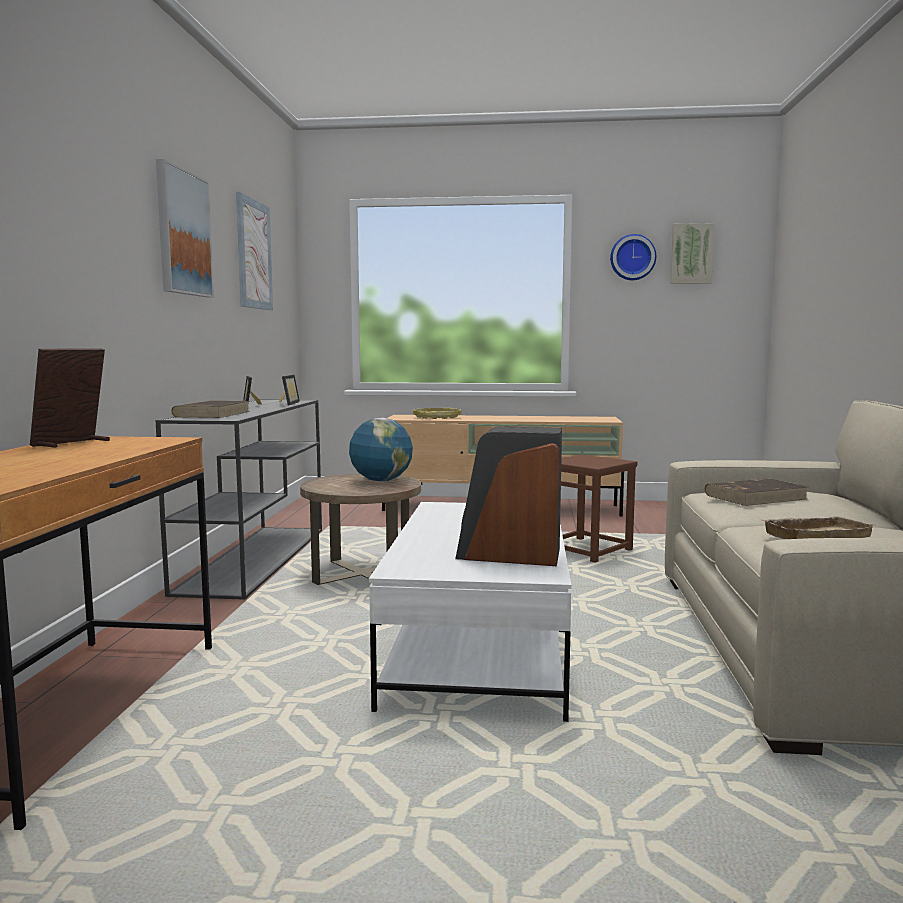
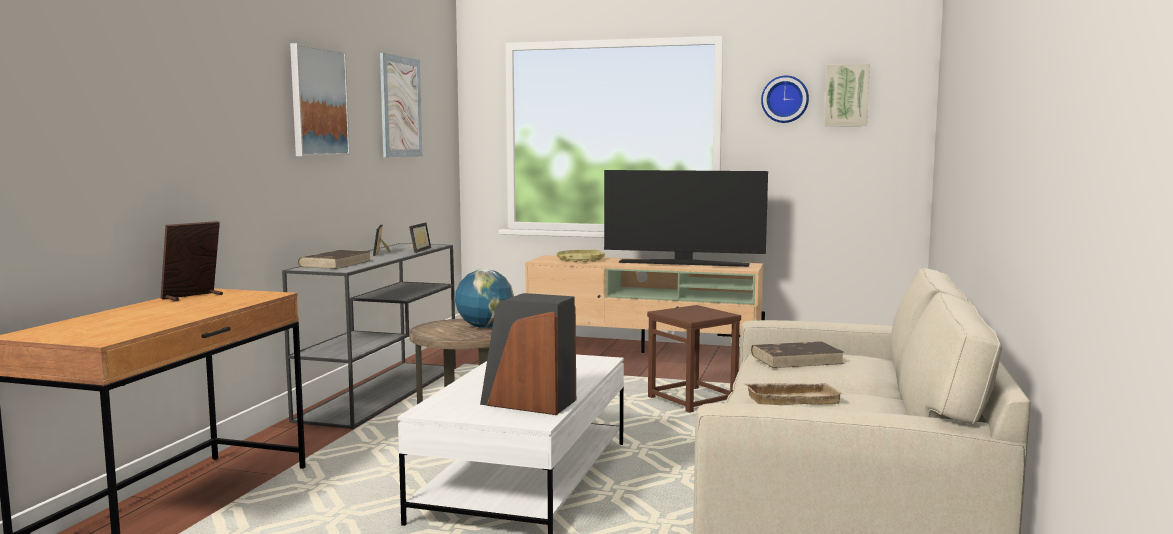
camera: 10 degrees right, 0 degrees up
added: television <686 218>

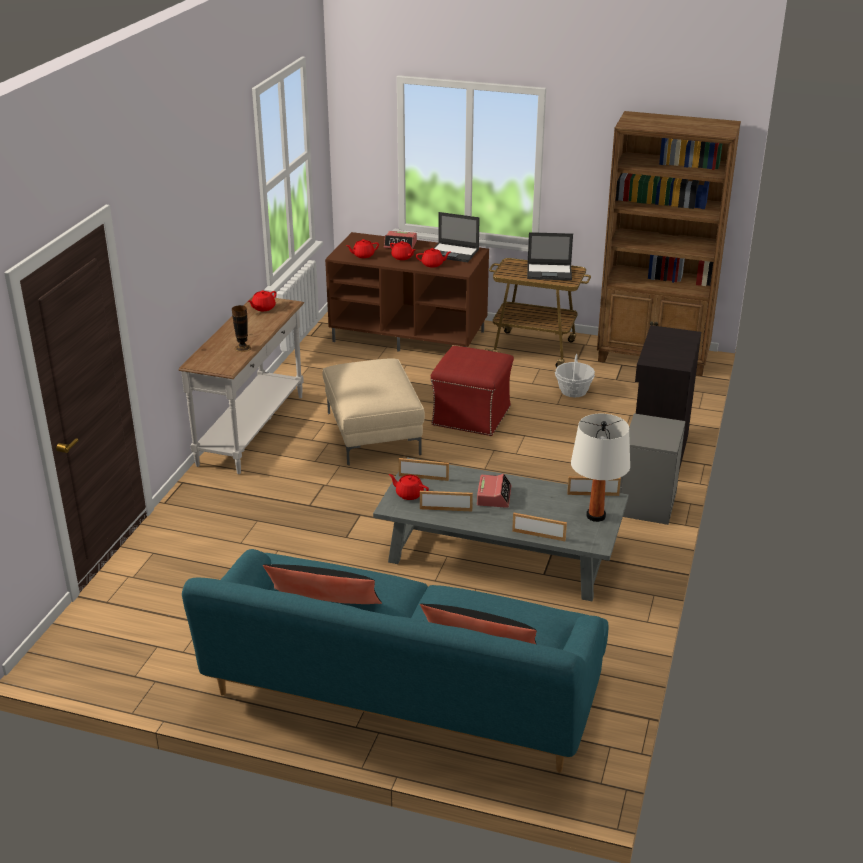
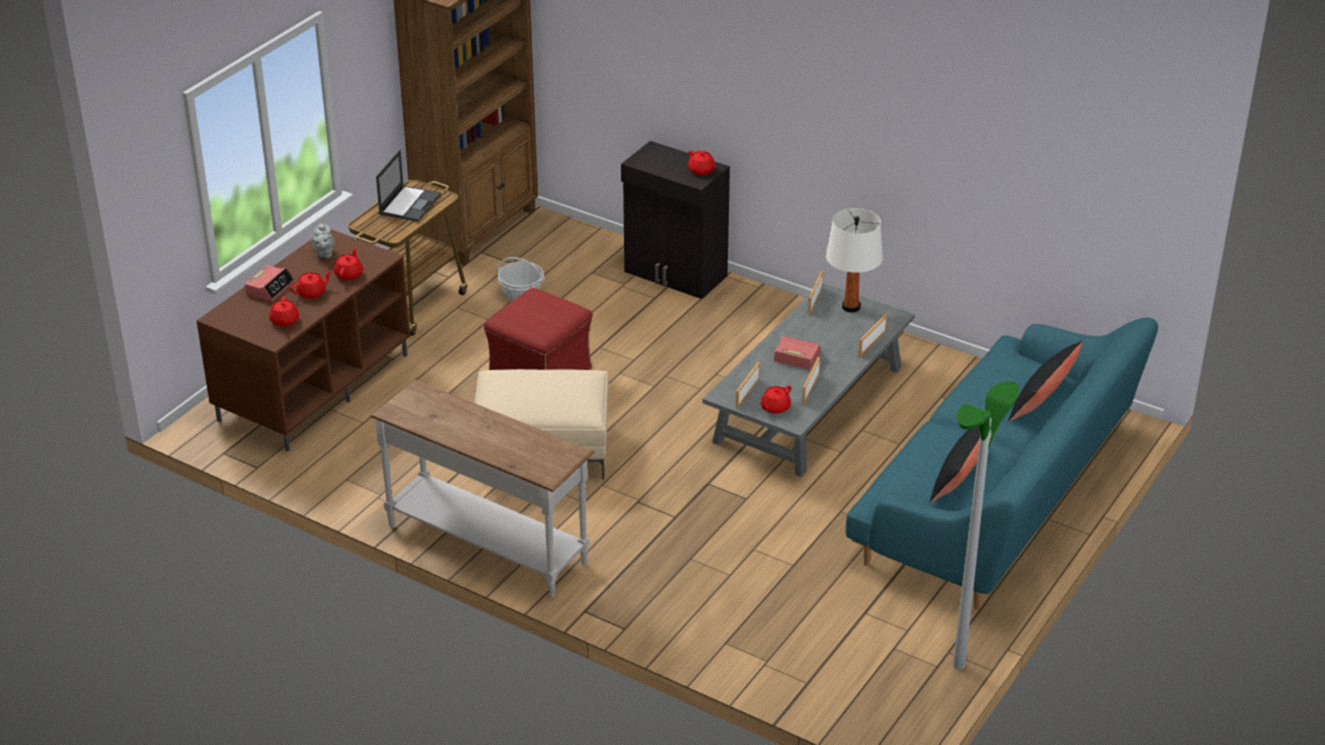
camera: 75 degrees left, 5 degrees up
removed: vase <241 328>; grey nightstand <652 469>
added: floor lamp <986 525>
moved: red teapot <262 300> to <702 162>
replaced: laptop <457 237> to grey teapot <322 240>

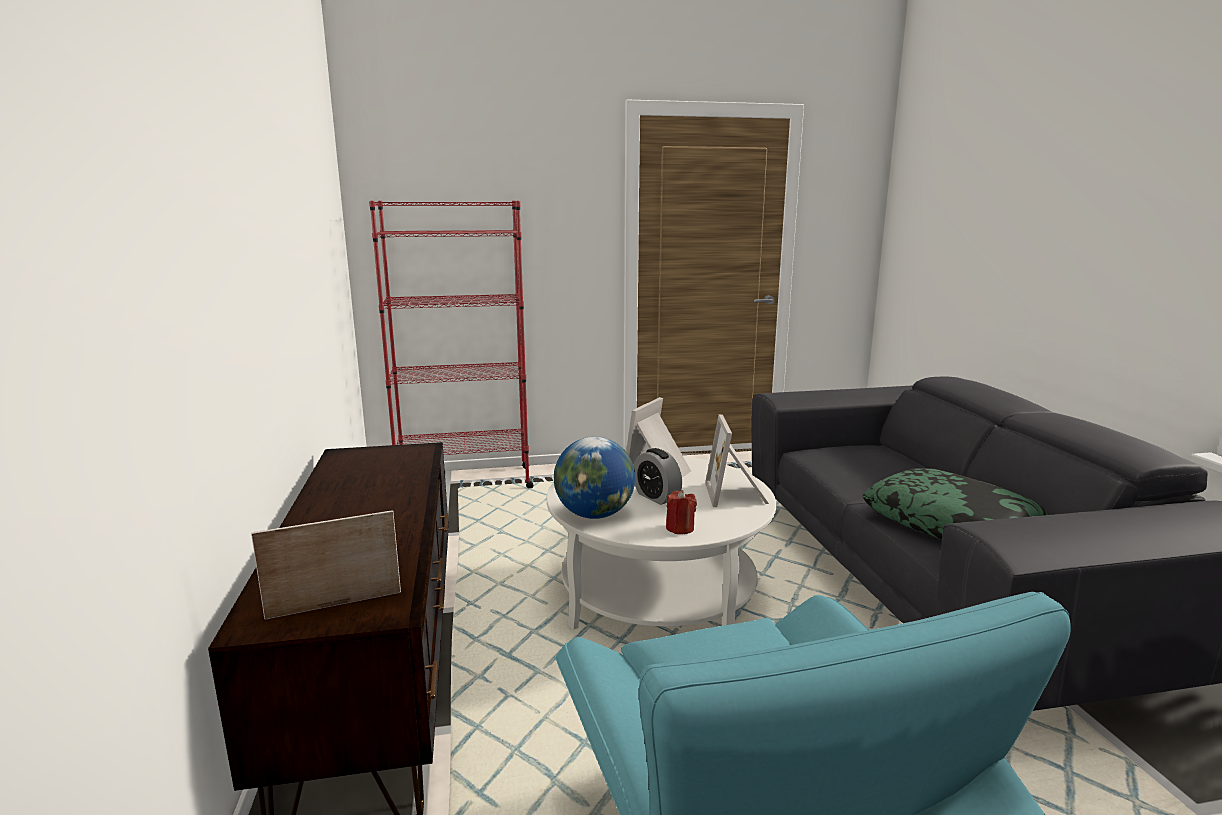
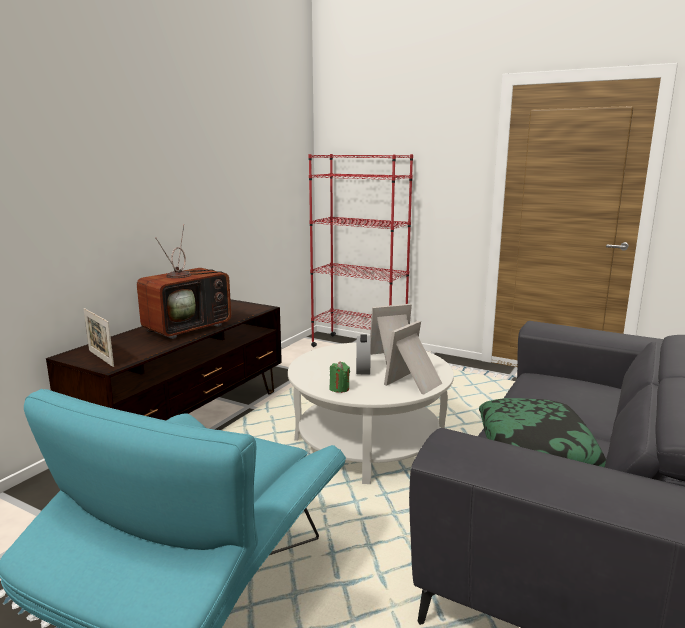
camera: 40 degrees right, 0 degrees up
removed: globe <594 478>
added: television <184 281>
recoloured: red candle <681 512> to green candle <339 377>
turned: picture frame <326 565> = <99 337> 150 degrees counterclockwise

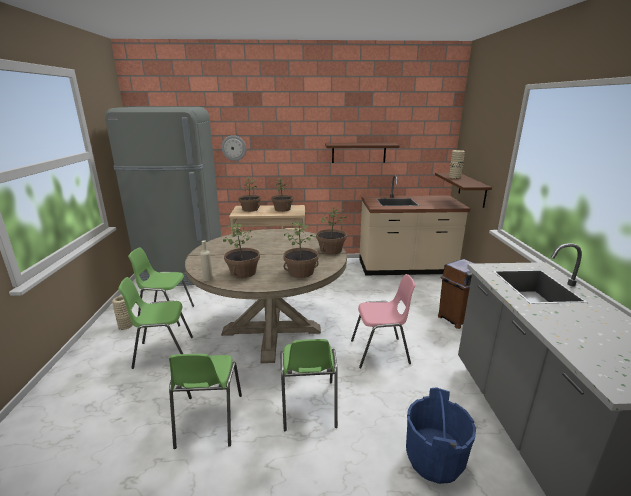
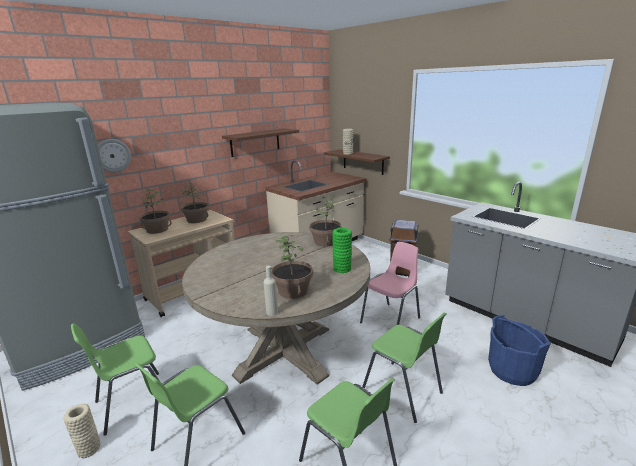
camera: 40 degrees left, 0 degrees up
replaced: potted plant <301 250> to green vase <342 250>

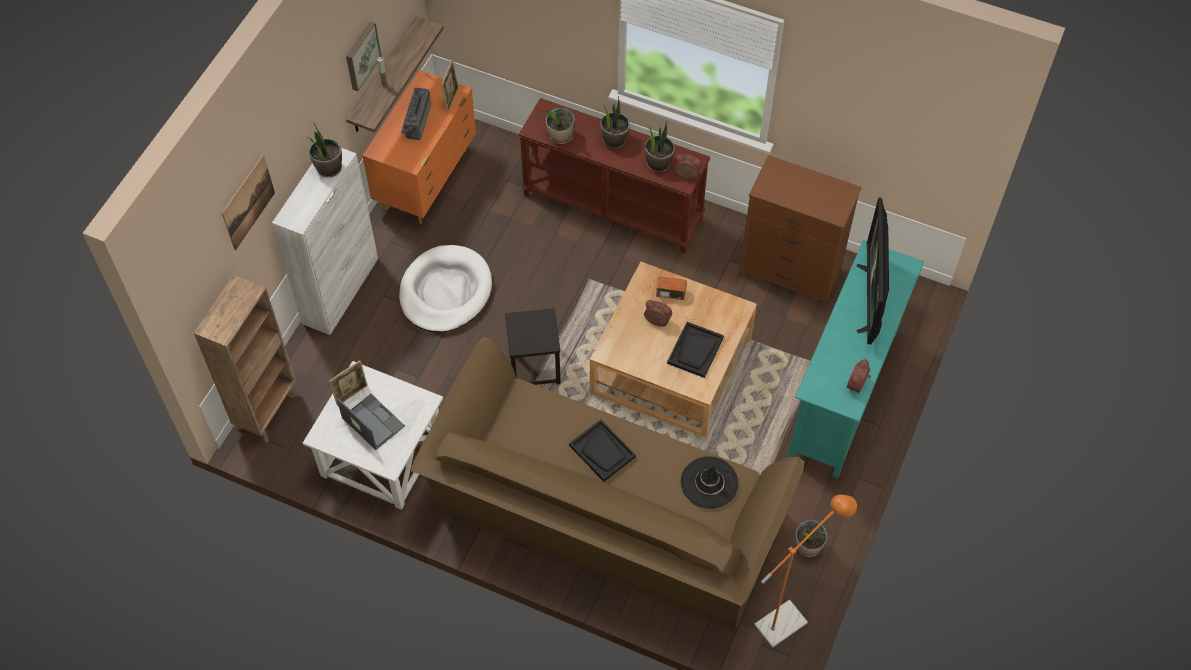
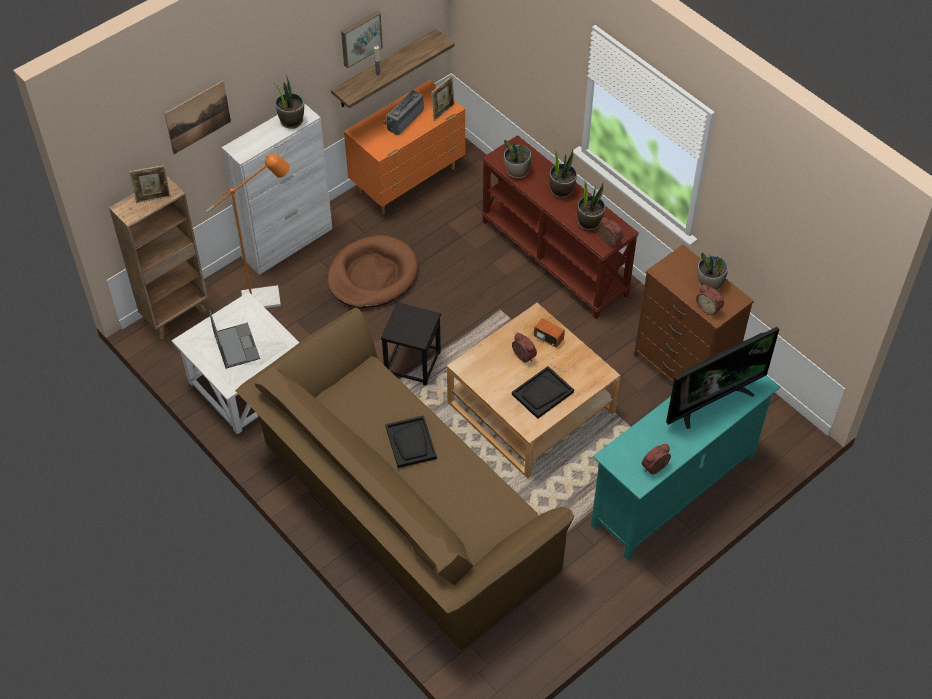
camera: 25 degrees right, 5 degrees down
removed: black hat <710 482>
added: alarm clock <710 300>
moved: picture frame <348 383> to <150 184>; orange floor lamp <805 571> to <248 230>; potted plant <811 538> to <712 272>
recoloured: white dog bed <445 289> to brown dog bed <372 271>
turned: television <872 270> = <722 378> 150 degrees counterclockwise

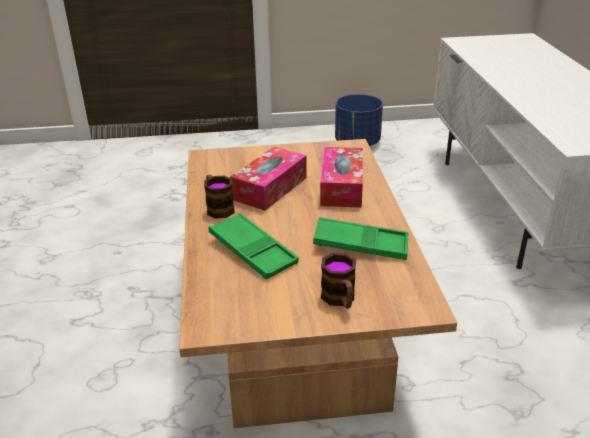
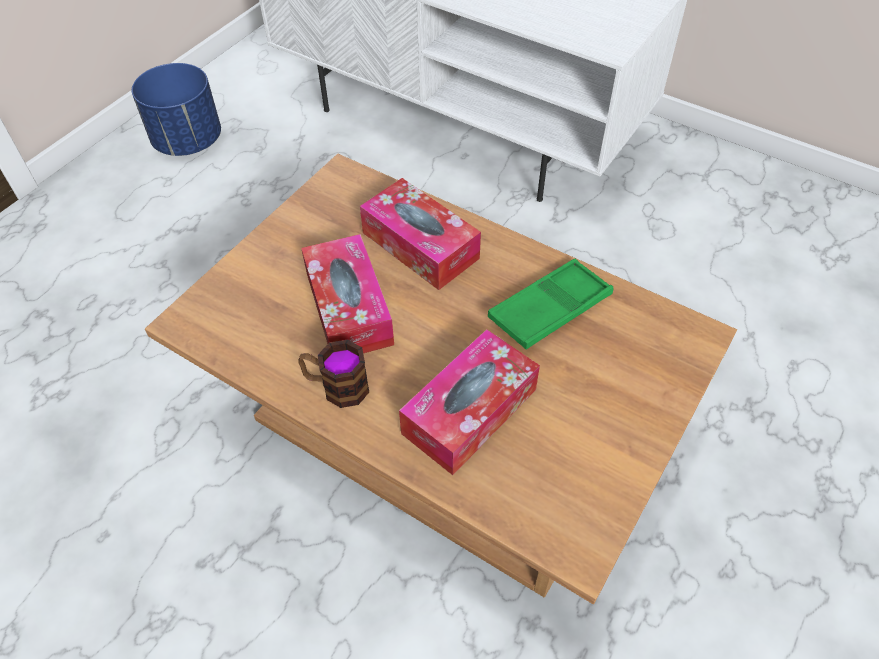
camera: 50 degrees left, 20 degrees up
removed: mug <338 280>
replaced: green tray <254 246> to tissue box <469 402>

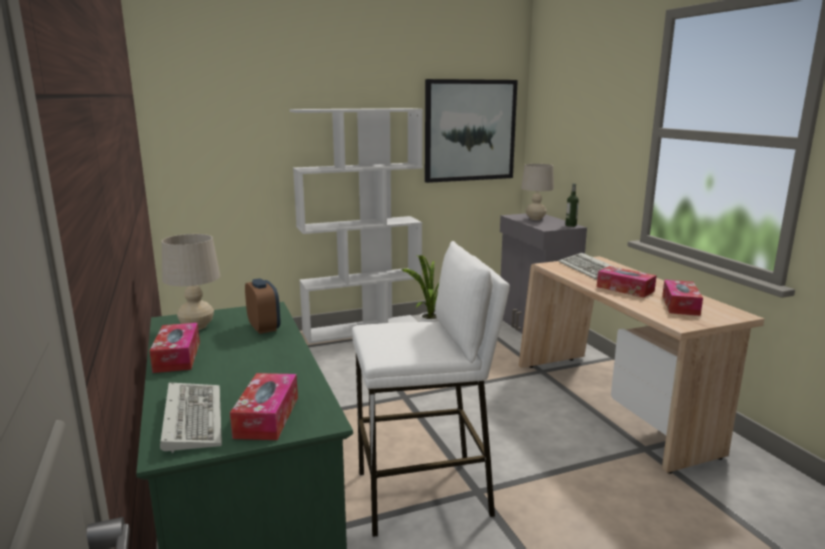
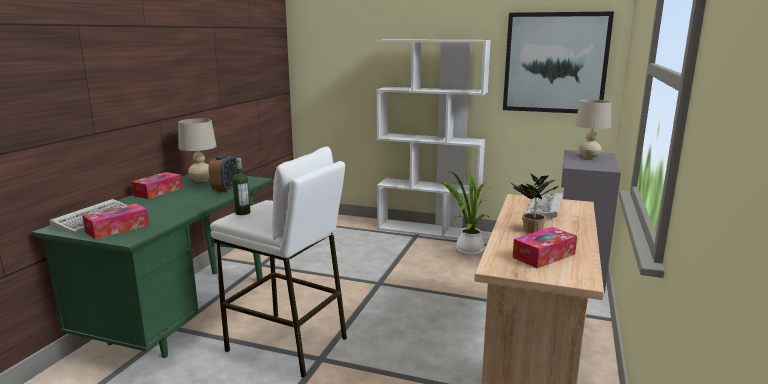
camera: 40 degrees right, 0 degrees up
moved: bottle <572 205> to <241 186>
replaced: tissue box <627 282> to potted plant <534 203>

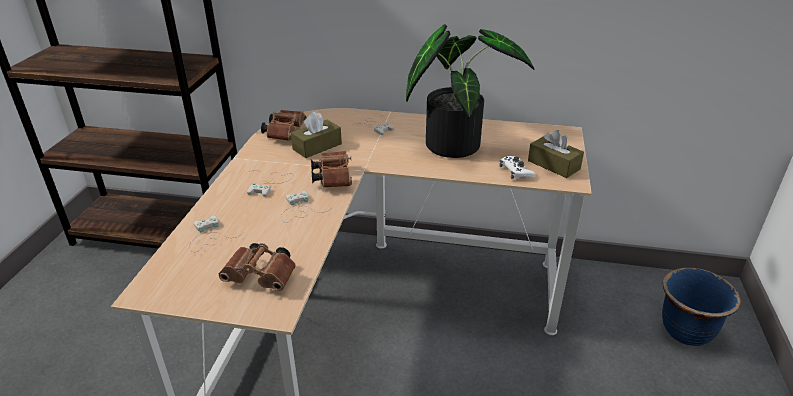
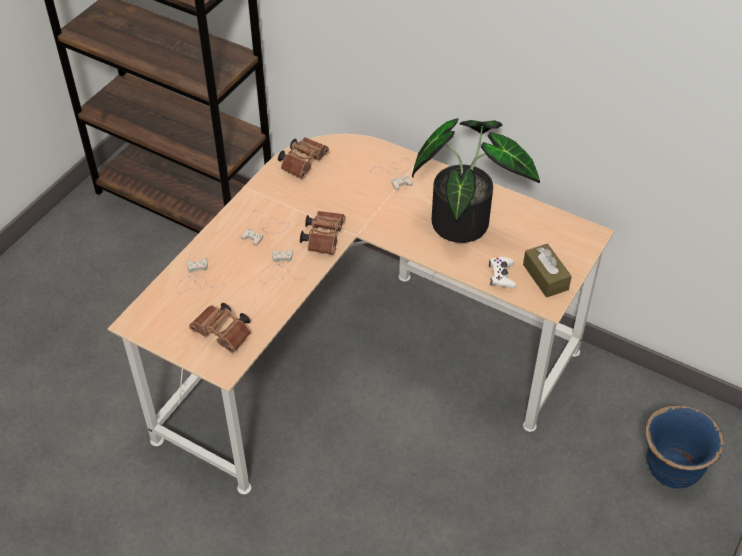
camera: 20 degrees right, 15 degrees up
removed: brown tissue box <316 134>

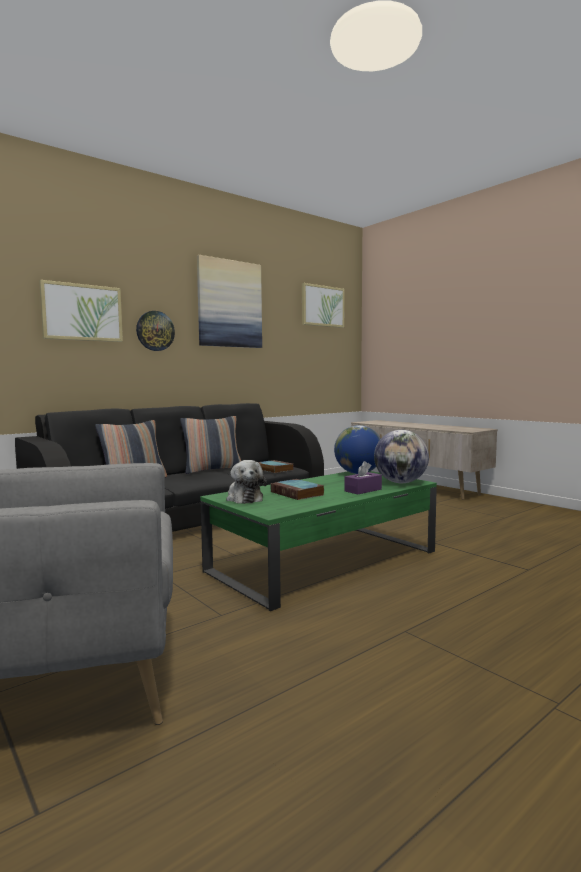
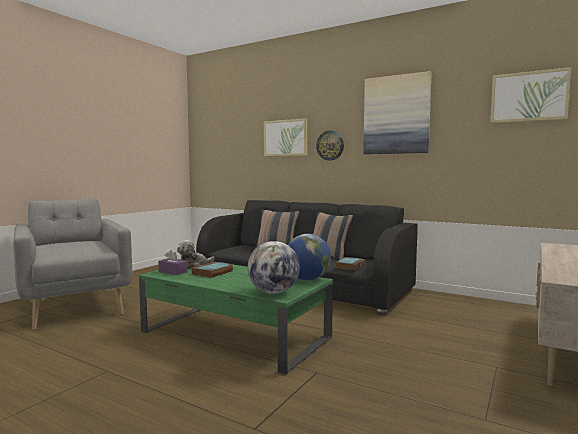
camera: 70 degrees right, 0 degrees up
moved: purple tissue box <363 477> to <173 262>

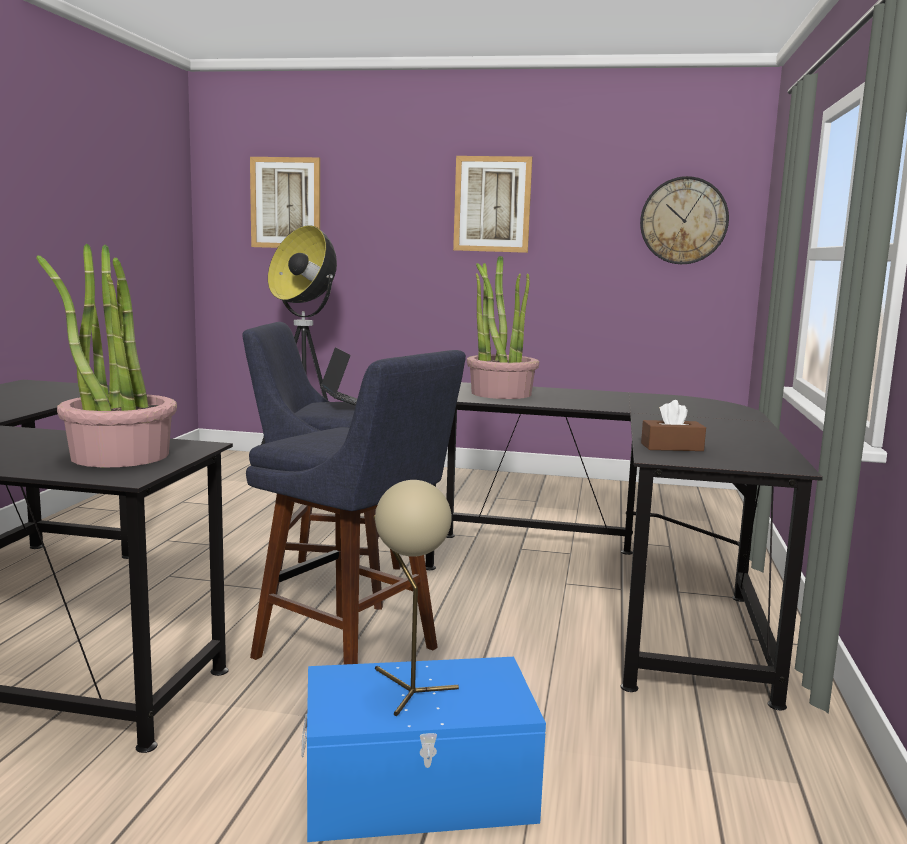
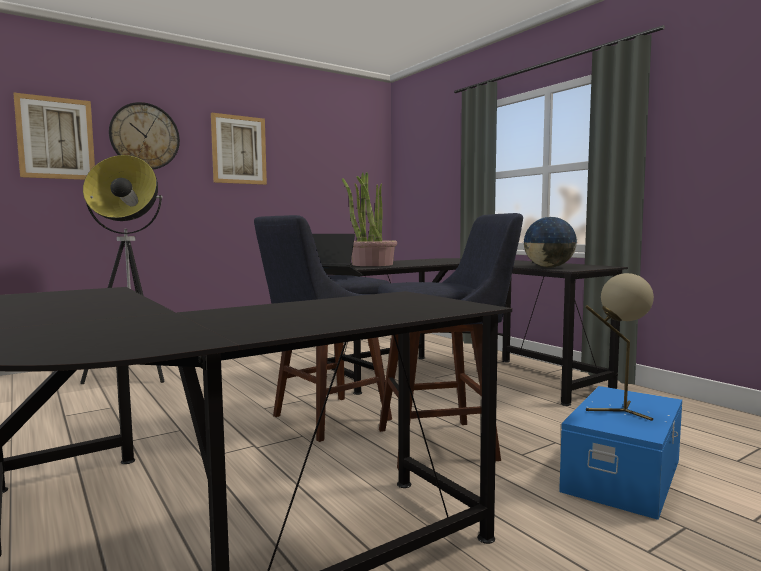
camera: 45 degrees left, 5 degrees down
removed: potted plant <106 355>
moved: wall clock <684 220> to <144 136>
replaced: brown tissue box <673 425> to globe <550 242>

